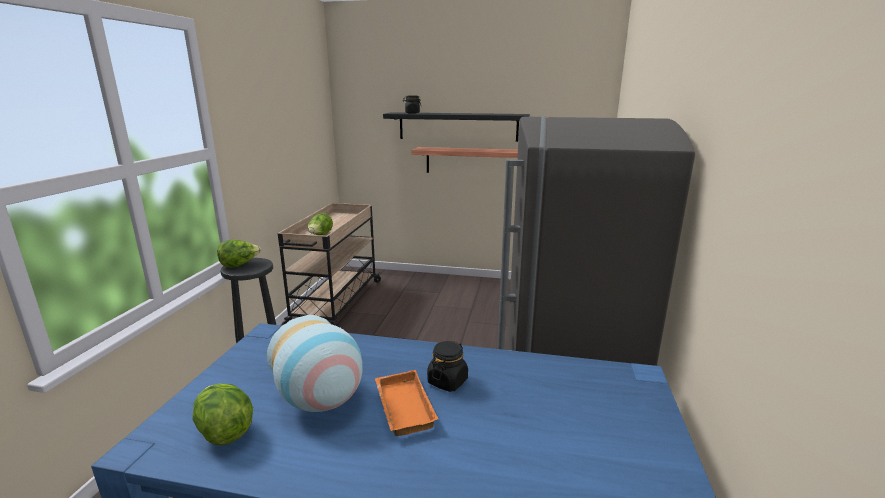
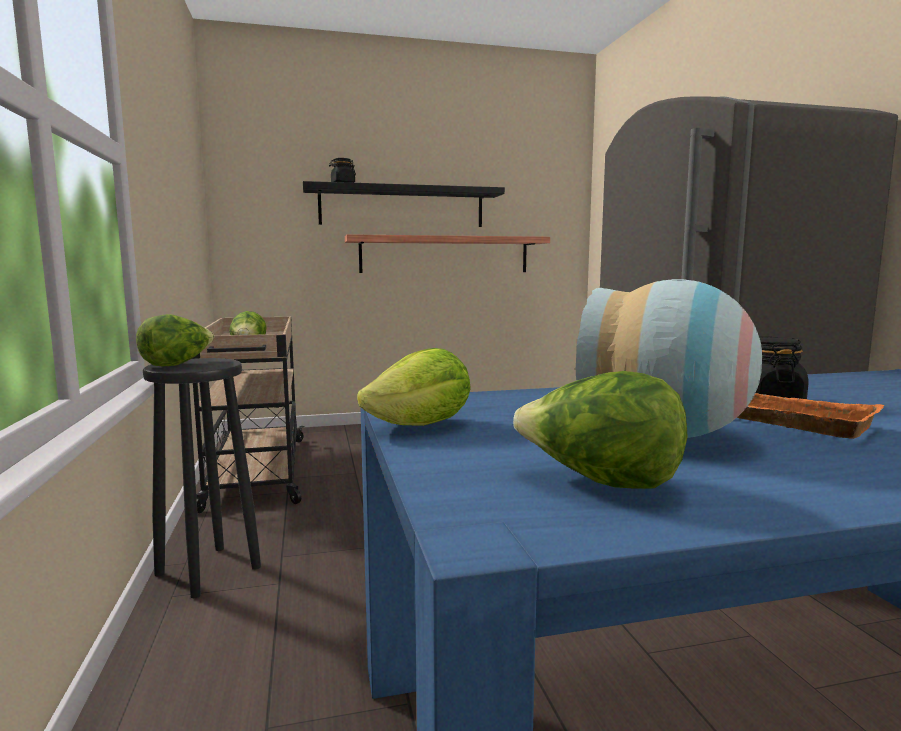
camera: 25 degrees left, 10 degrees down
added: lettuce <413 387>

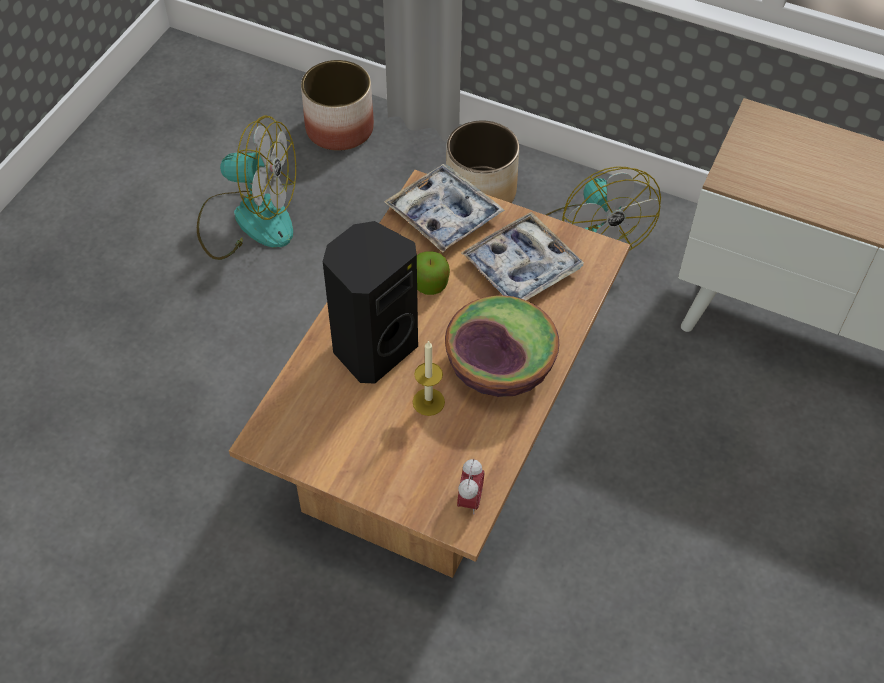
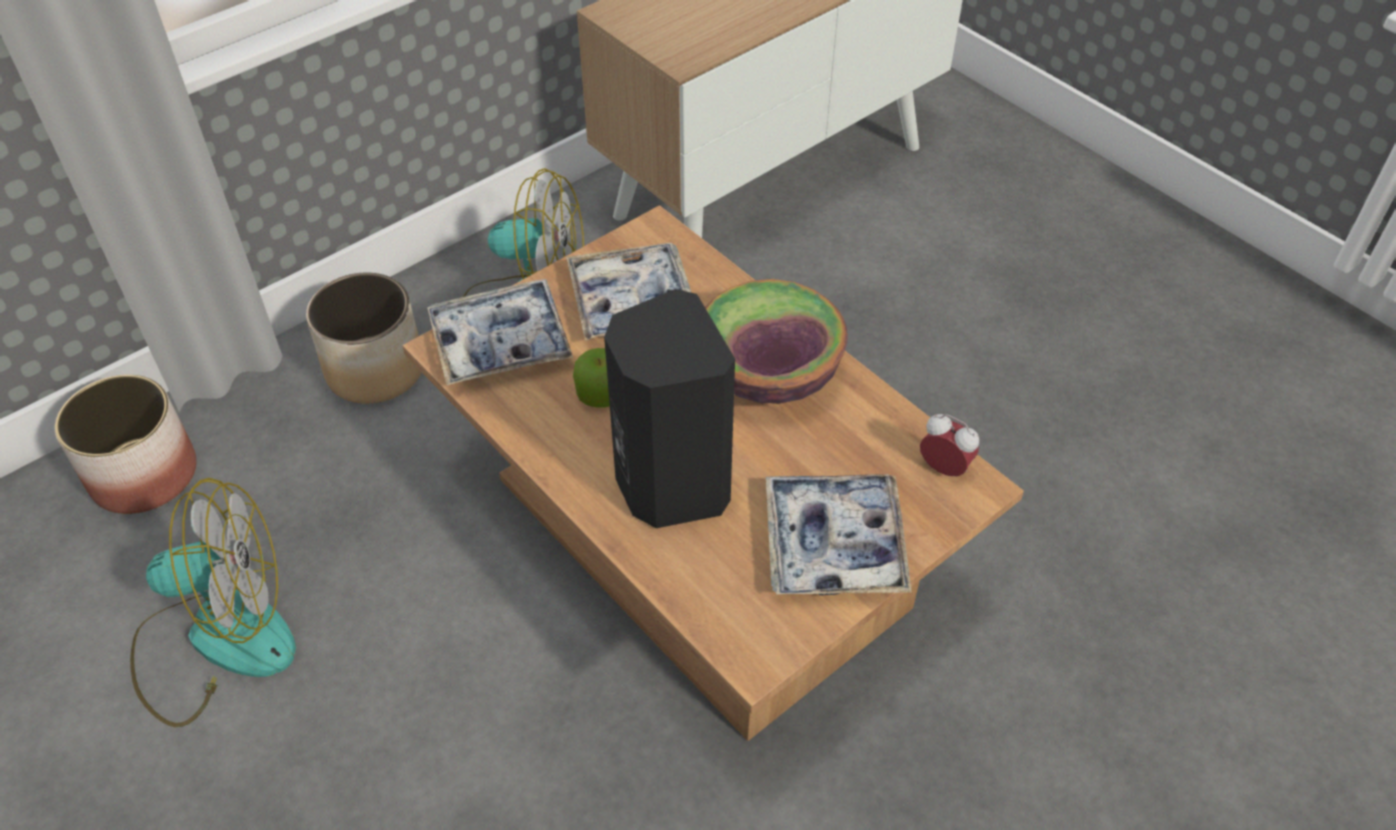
camera: 65 degrees left, 5 degrees down
removed: candle <428 378>
added: tray <839 535>
turned: fan <246 187> = <213 602> 45 degrees clockwise

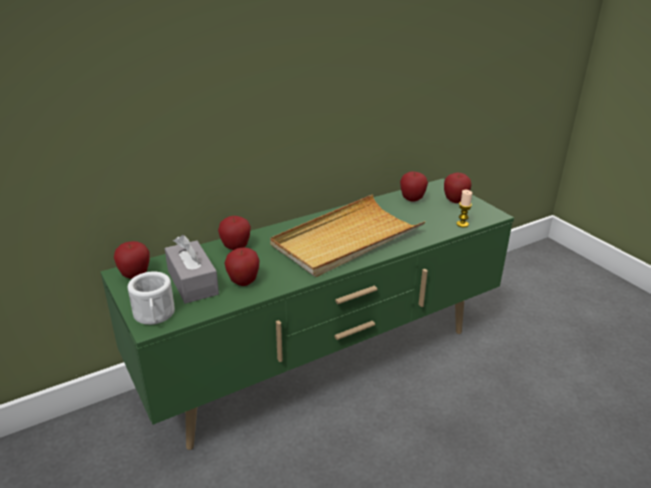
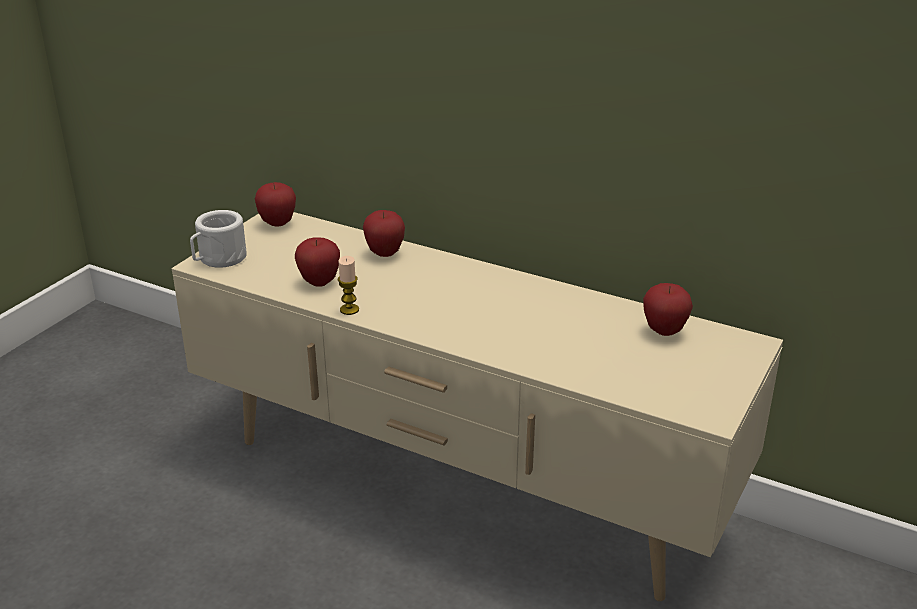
camera: 60 degrees right, 0 degrees up
removed: grey tissue box <192 269>; beige tray <347 235>; apple <458 187>
moved: candle <464 208> to <348 285>
recoloured: green tv stand <307 314> to beige tv stand <477 406>

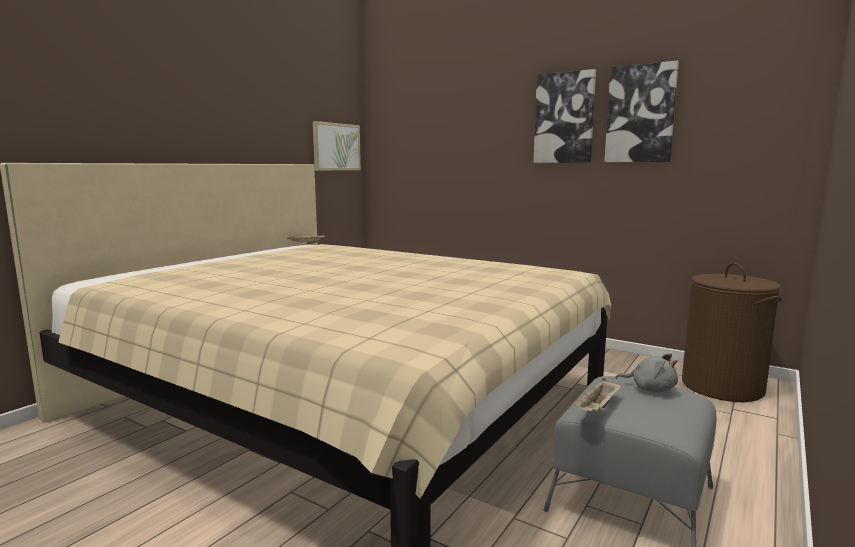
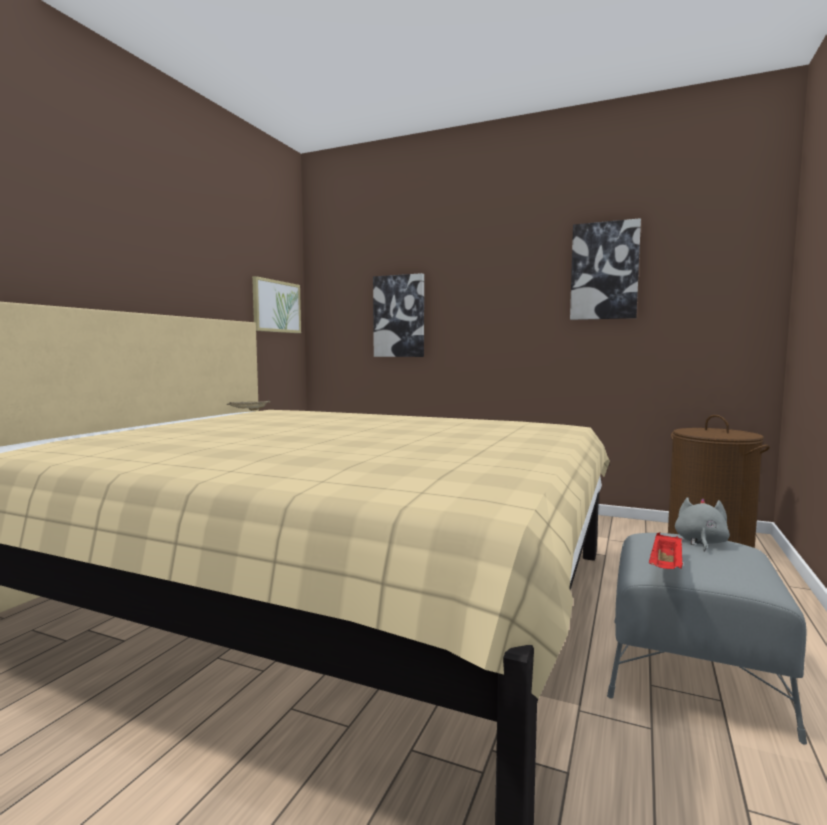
camera: 10 degrees left, 5 degrees down
moved: picture <564 116> to <398 315>
recoloured: beige tray <597 395> to red tray <666 551>
turned: grey plush toy <647 372> = <702 524> 90 degrees counterclockwise

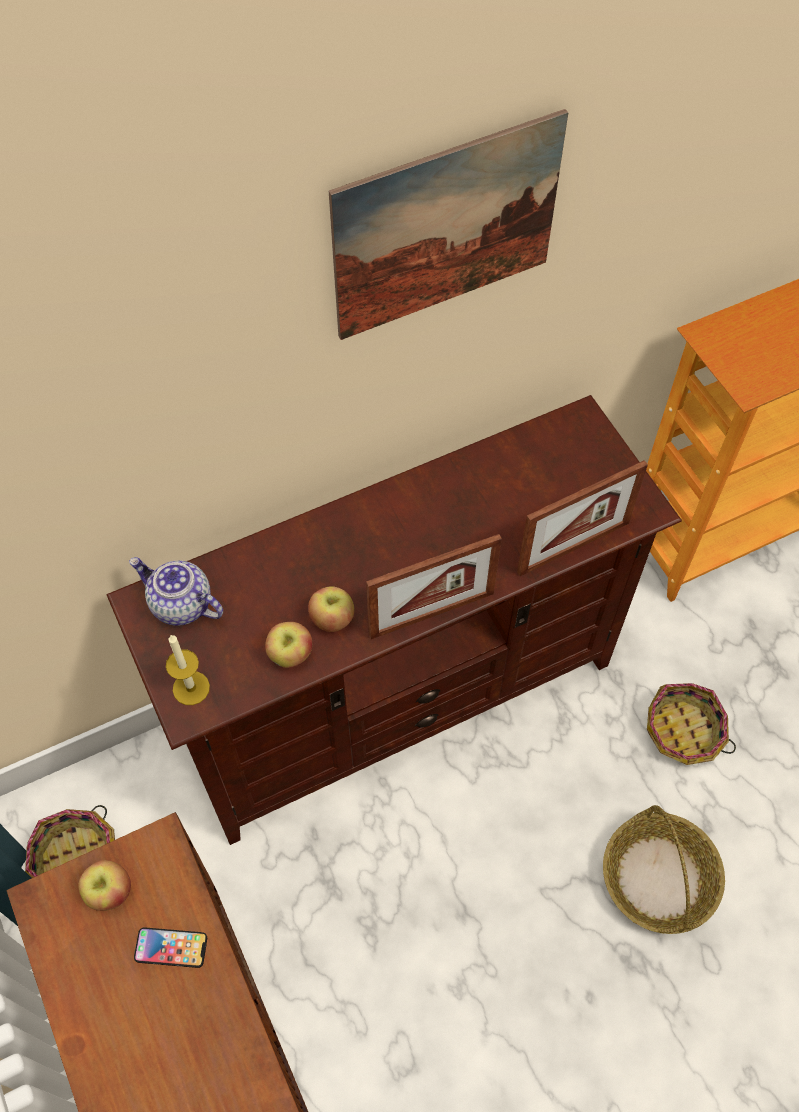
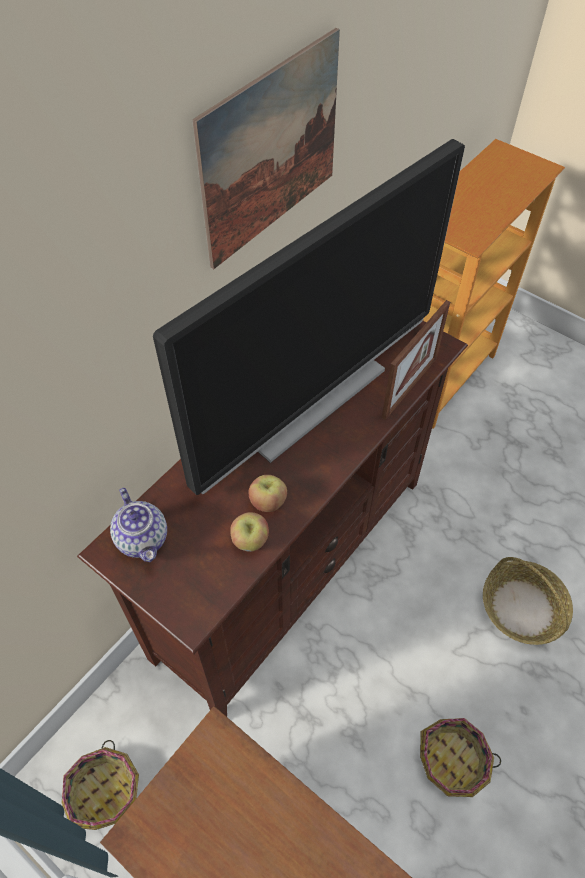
camera: 25 degrees left, 5 degrees down
removed: apple <104 885>; phone <170 947>; candle <188 670>; picture frame <434 586>
added: television <309 317>
moved: basket <691 724> to <460 757>
turned: teapot <176 591> = <138 525> 120 degrees counterclockwise

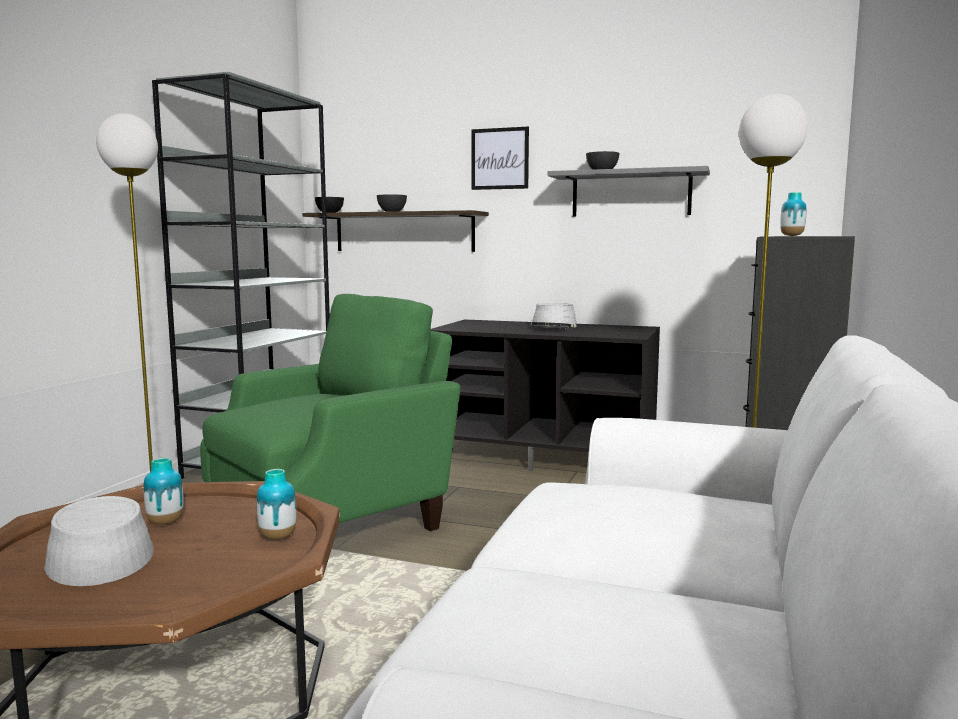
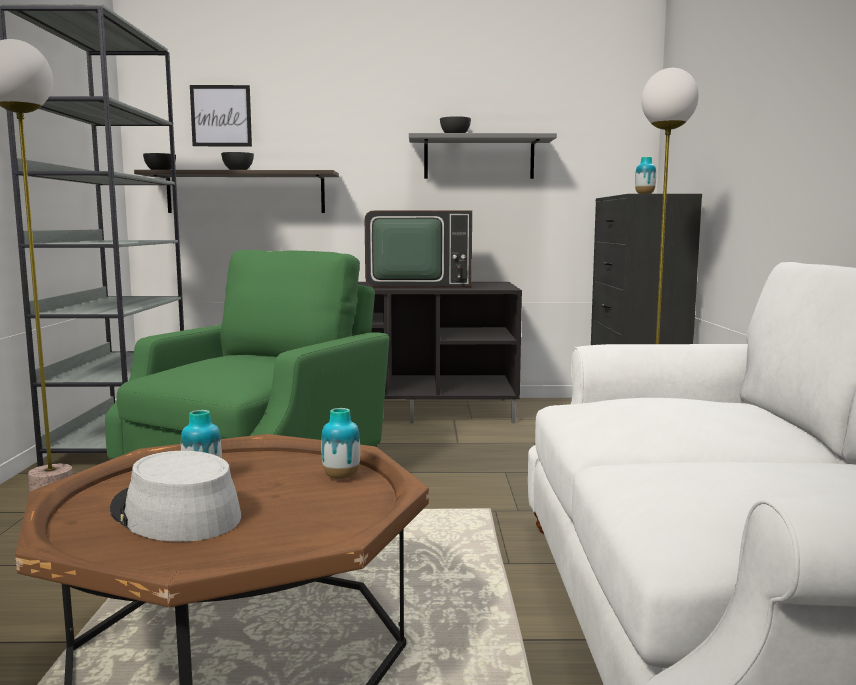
camera: 20 degrees left, 0 degrees up
moved: picture <500 158> to <221 115>
replaced: grey hat <553 316> to television <418 248>

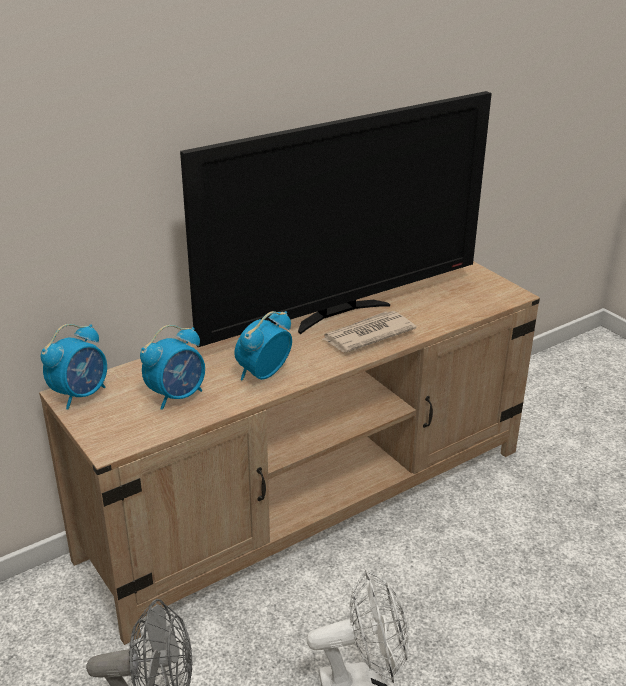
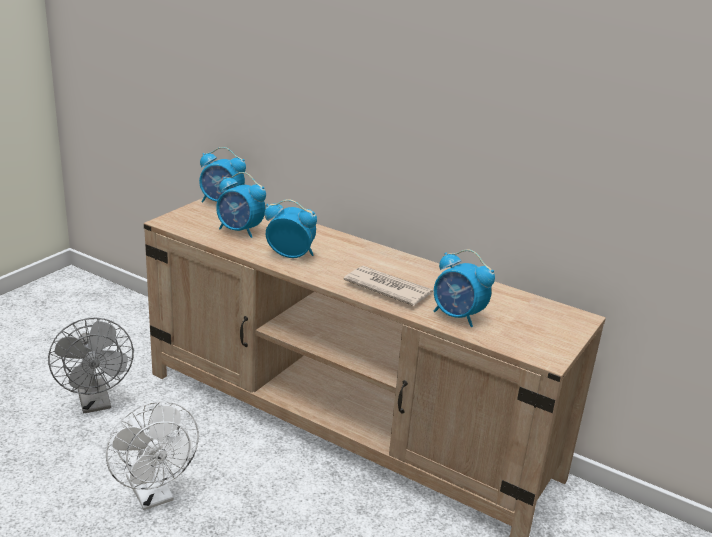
camera: 65 degrees right, 5 degrees down
removed: television <336 219>
added: alarm clock <464 288>

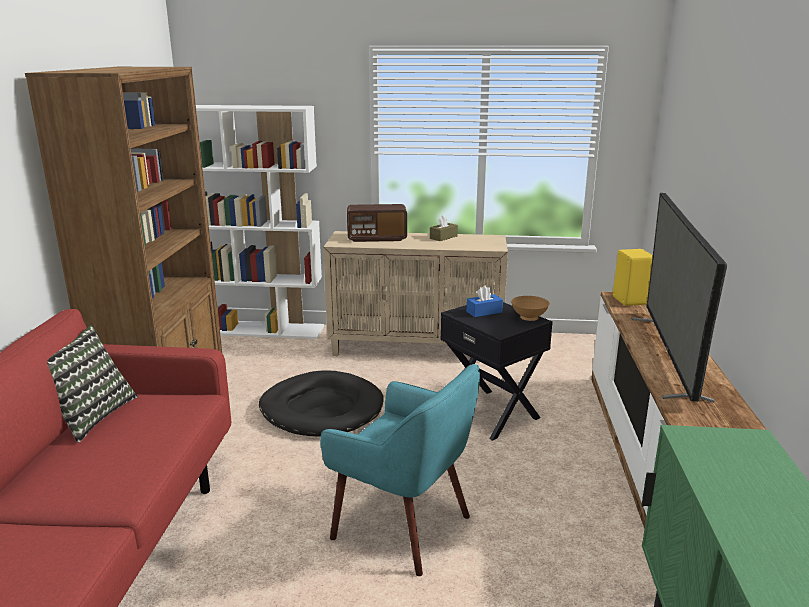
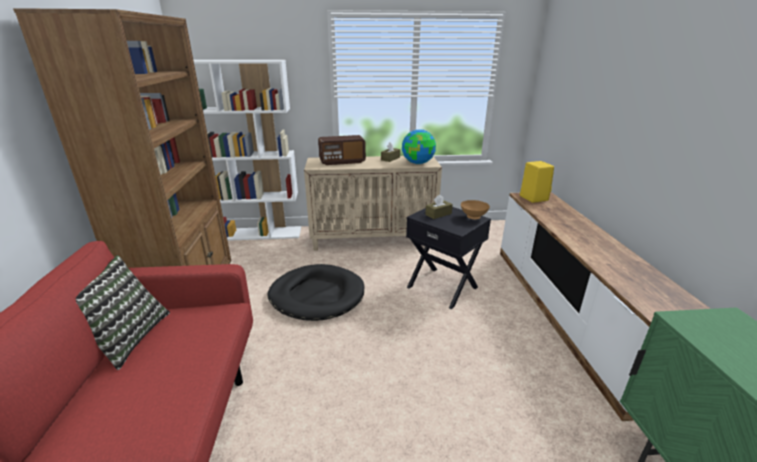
camera: 10 degrees left, 5 degrees up
removed: turquoise armchair <400 470>; television <679 298>
added: globe <419 146>
recoloured: blue tissue box <484 301> to brown tissue box <439 207>

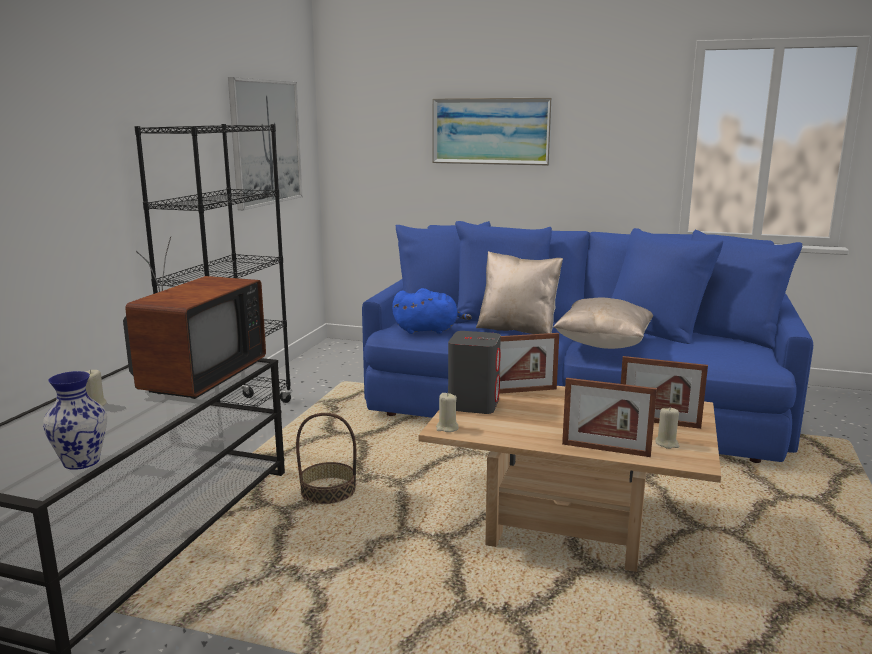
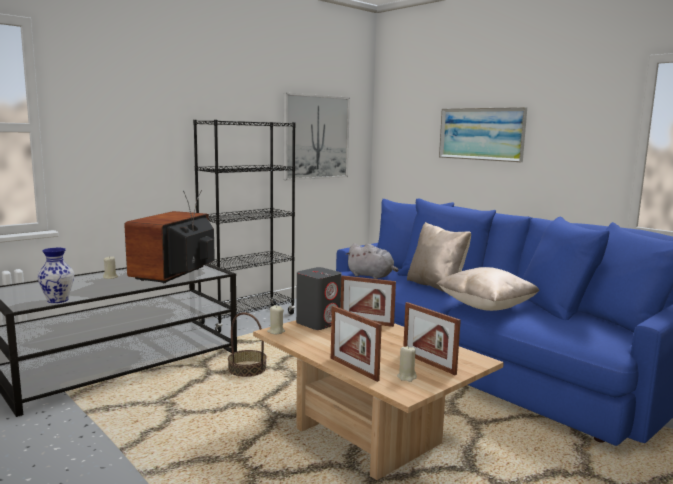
camera: 30 degrees right, 5 degrees down
recoloured: blue plush toy <432 311> to grey plush toy <371 261>
turned: television <194 317> = <169 236> 150 degrees clockwise

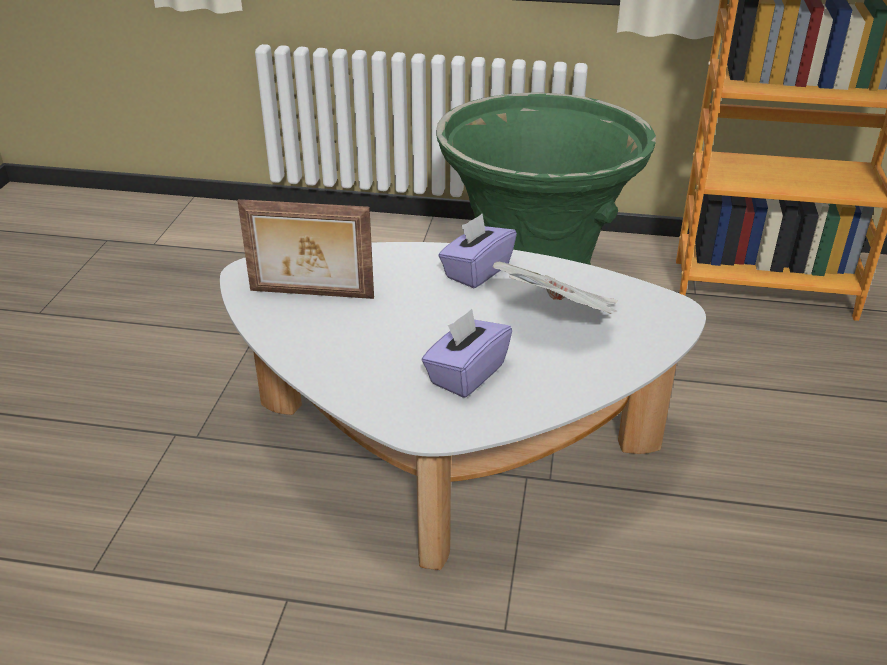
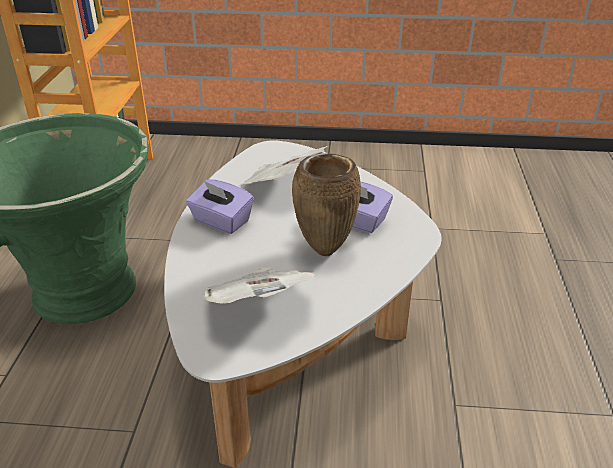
camera: 95 degrees left, 0 degrees up
added: brown vase <326 204>
replaced: picture frame <306 249> to newspaper <260 285>

